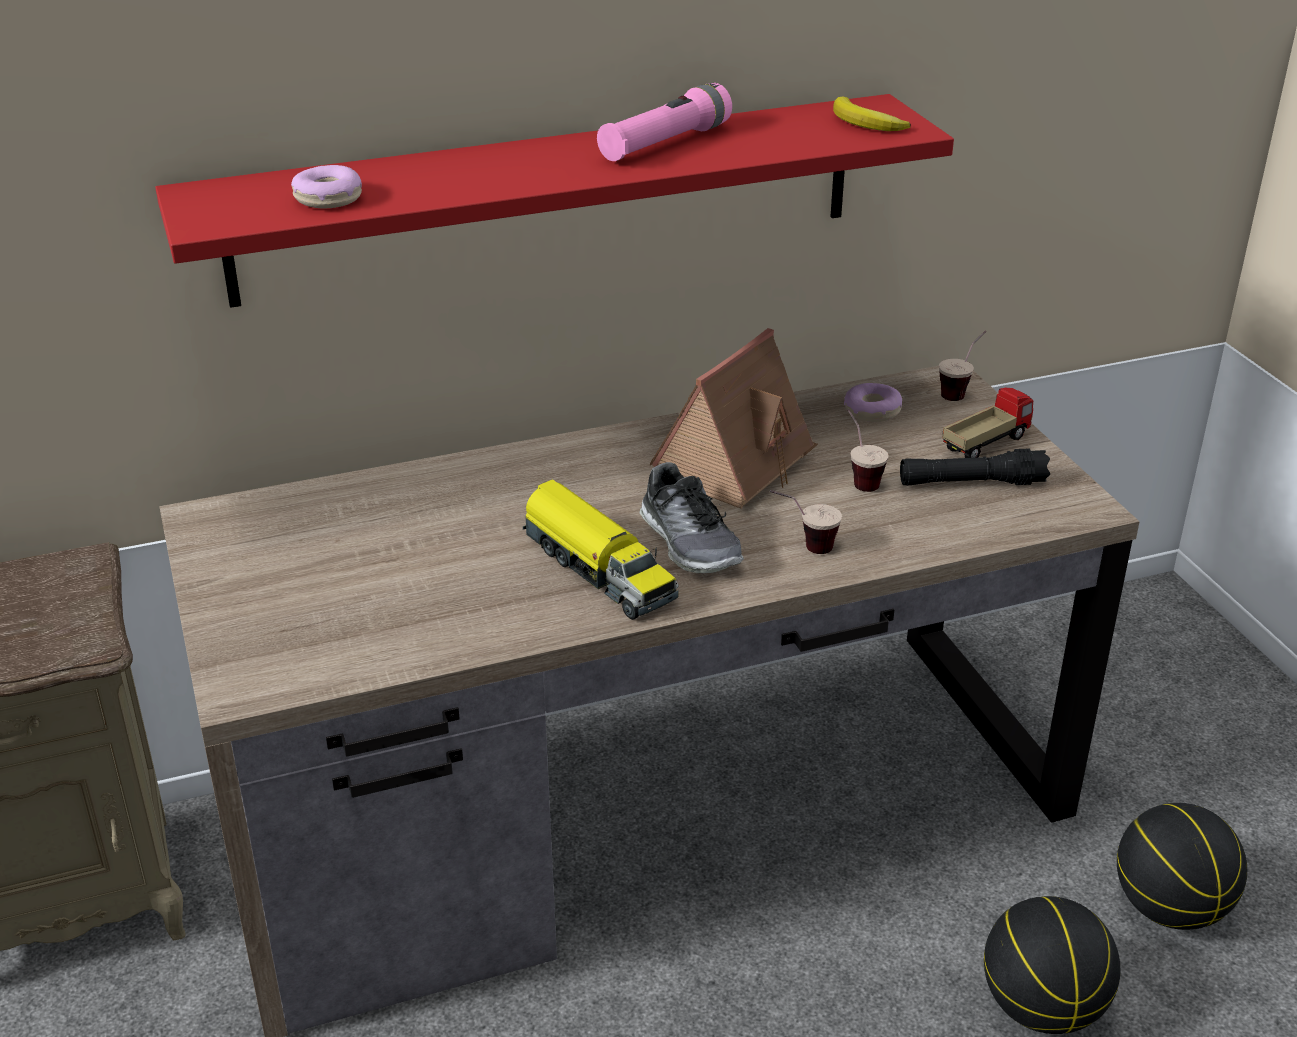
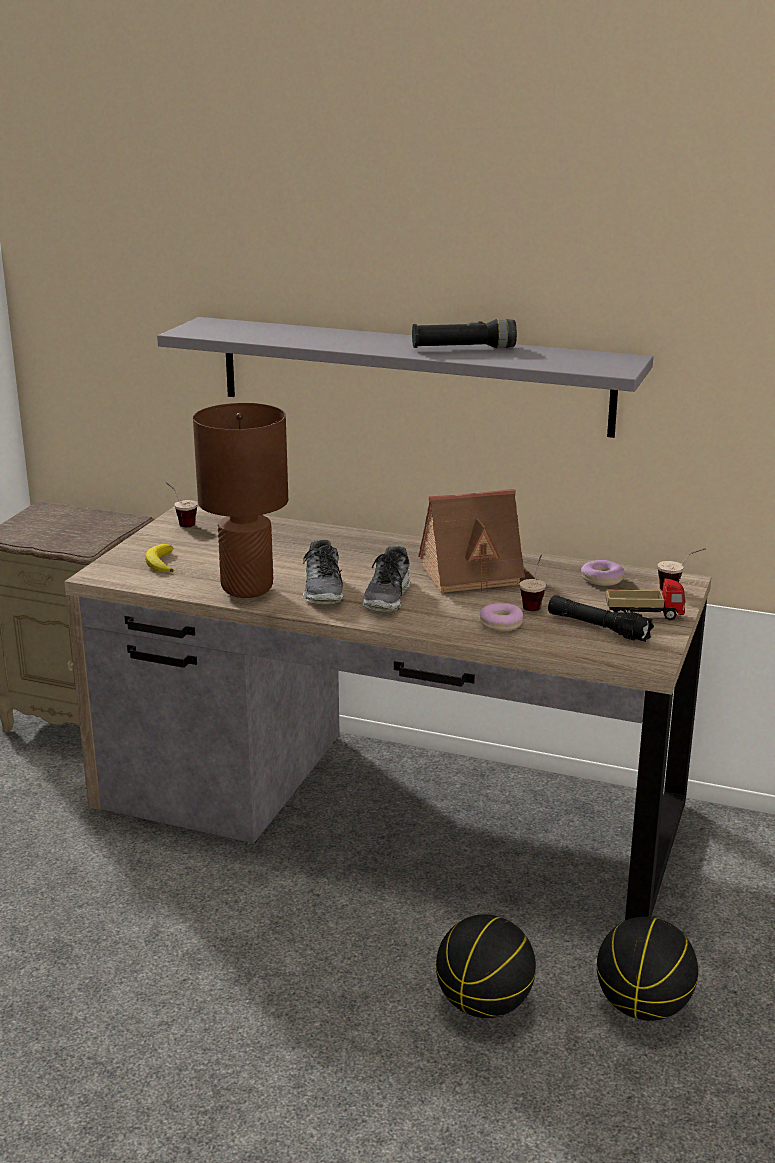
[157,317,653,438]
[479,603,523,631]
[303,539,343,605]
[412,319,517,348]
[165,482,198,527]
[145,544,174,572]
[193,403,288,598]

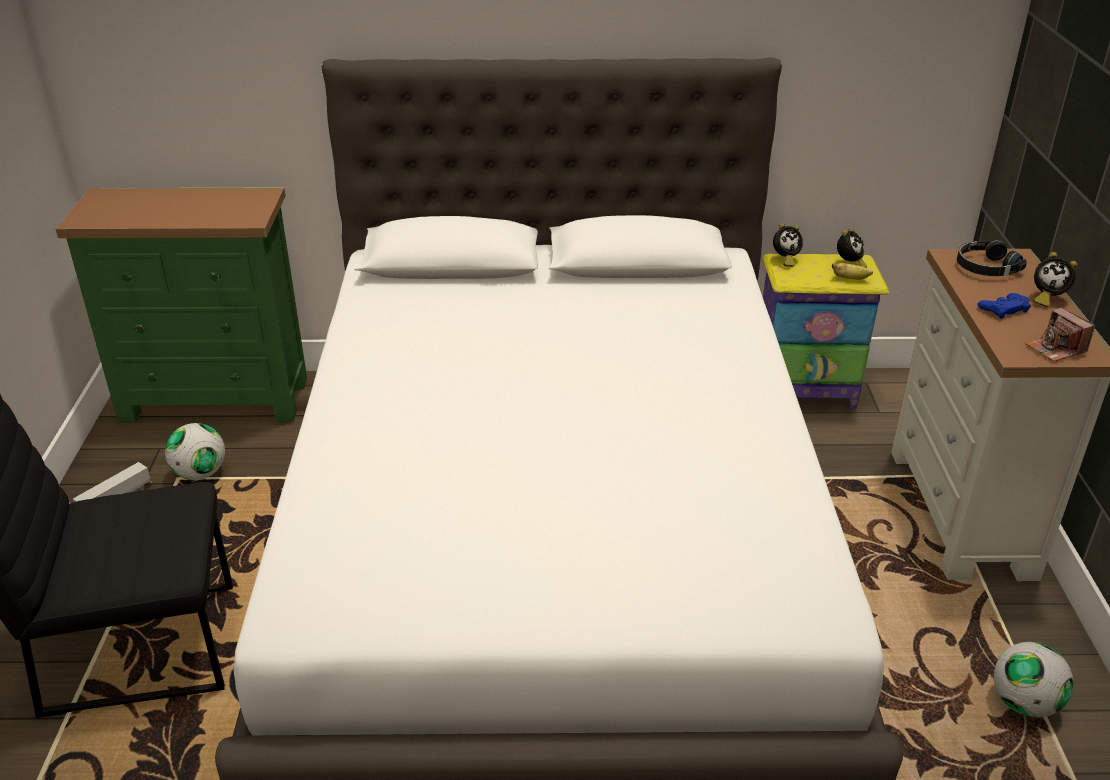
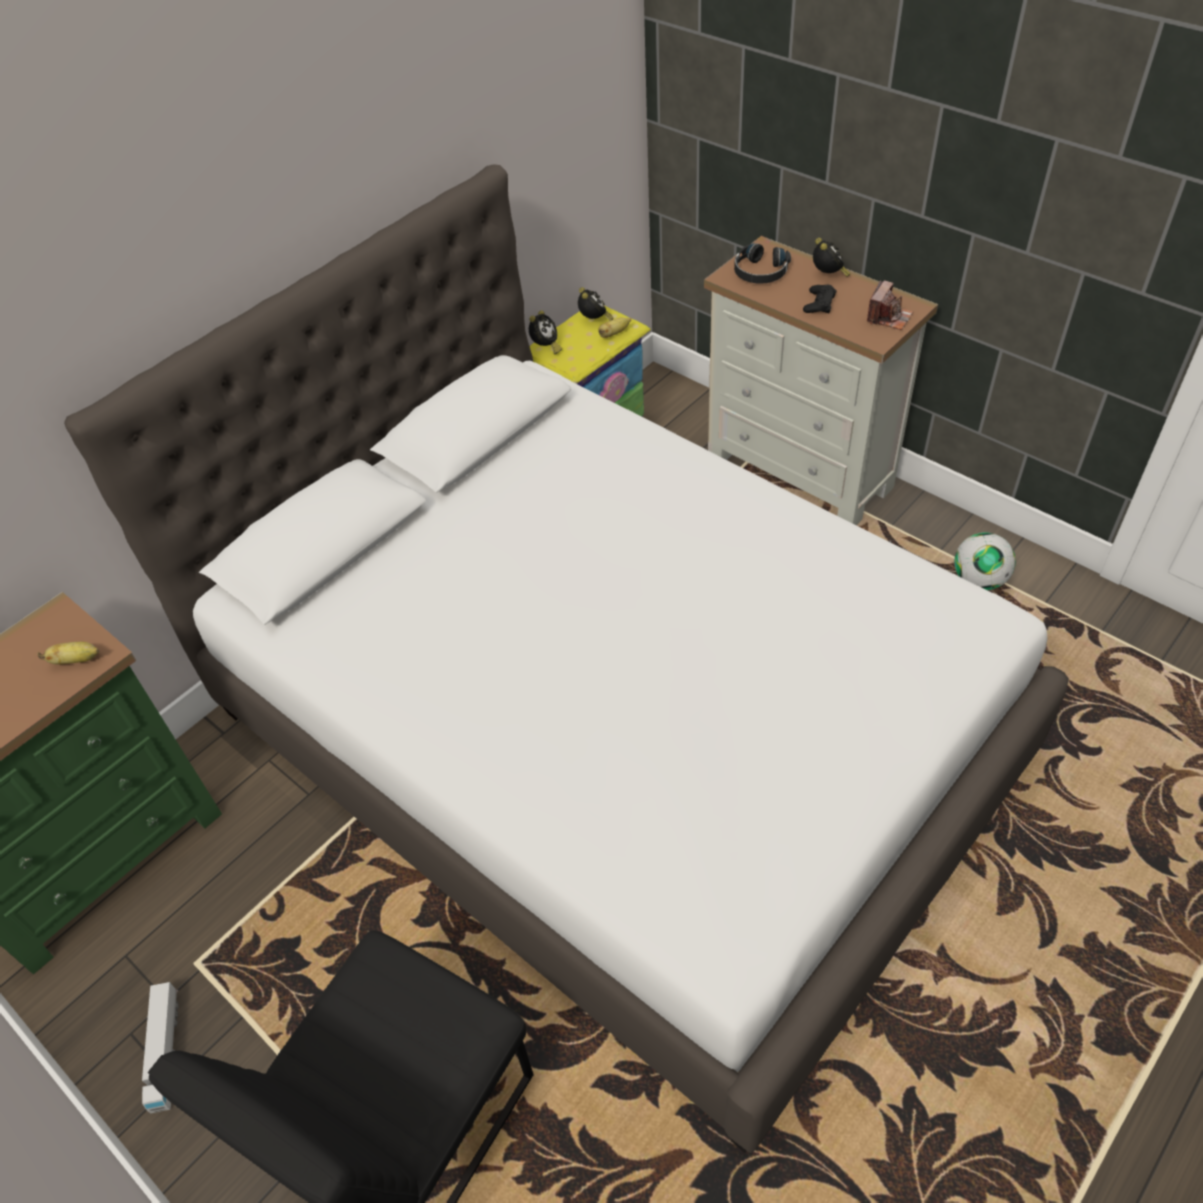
[165,423,225,480] (first image)
[803,285,836,314]
[867,280,913,330]
[813,238,850,277]
[37,642,99,665]

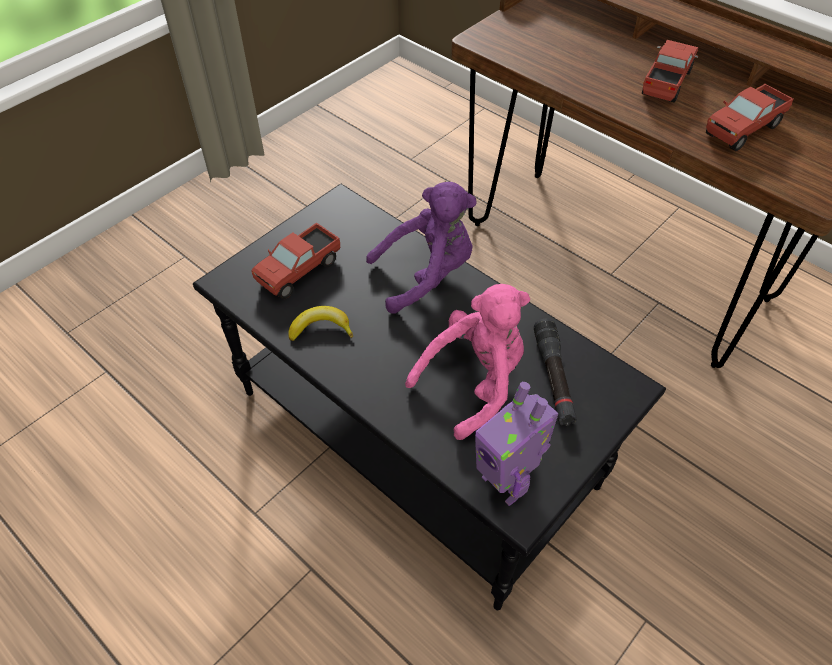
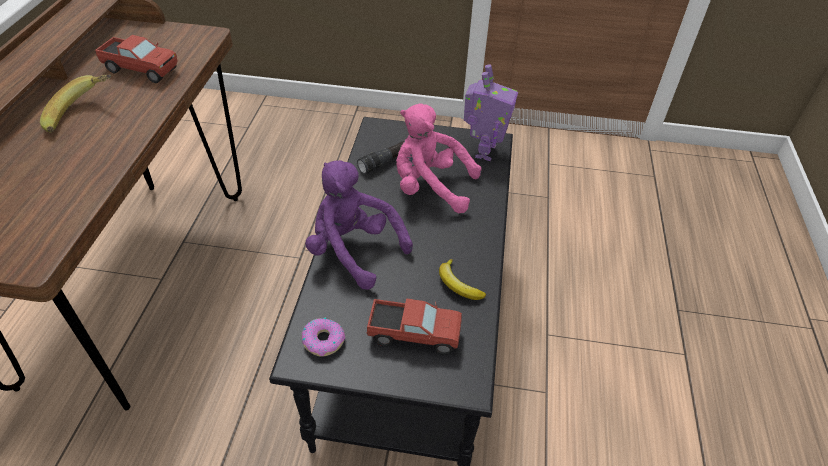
[40,74,111,133]
[302,317,345,357]

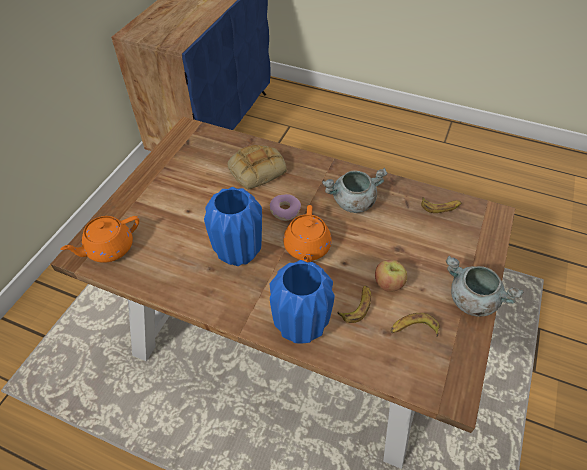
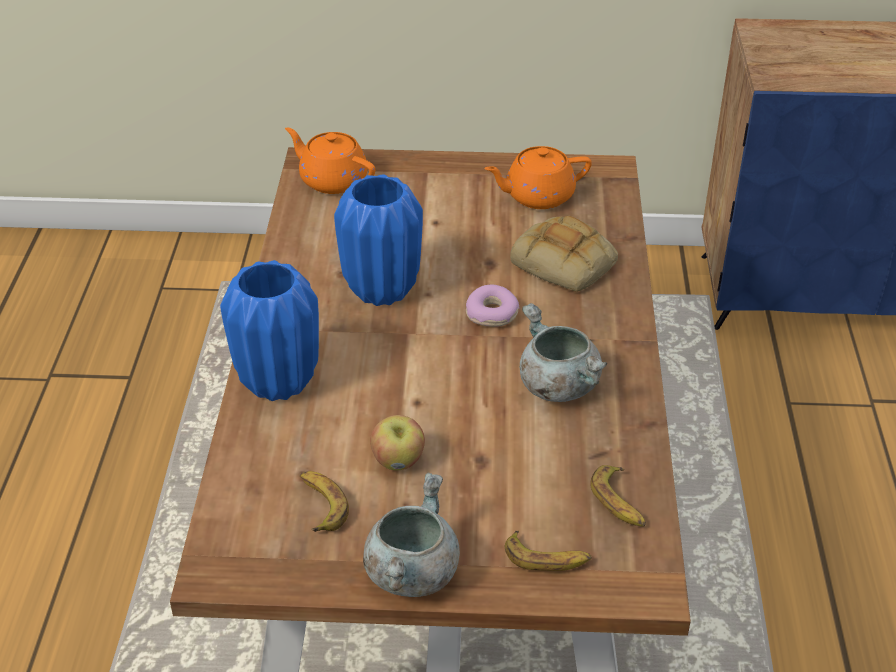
[484,146,592,209]
[505,530,592,571]

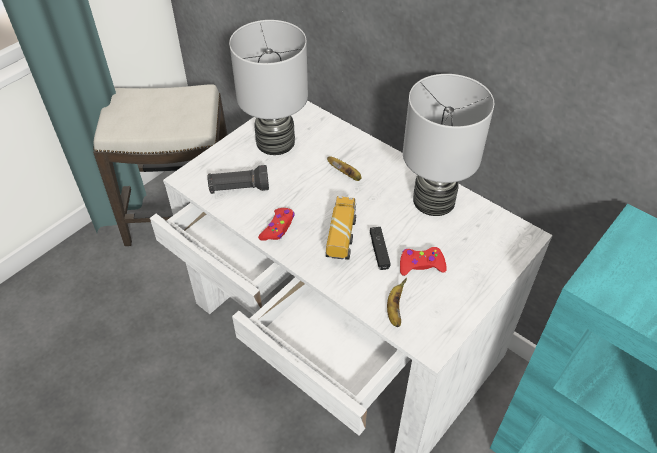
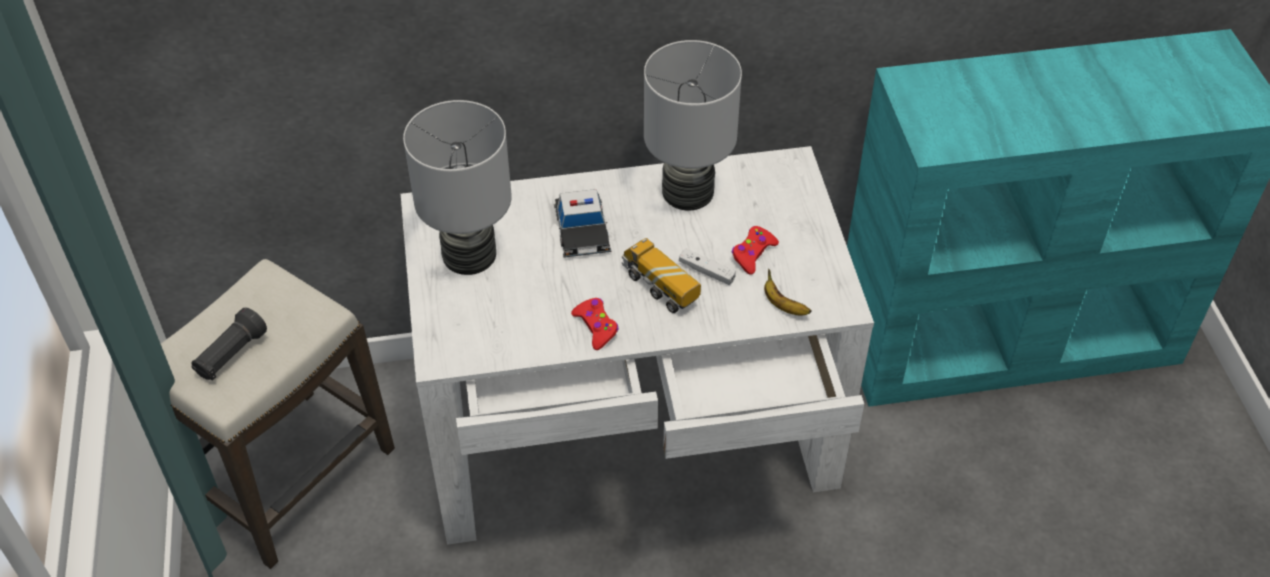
[191,308,267,380]
[554,189,611,258]
[679,249,736,285]

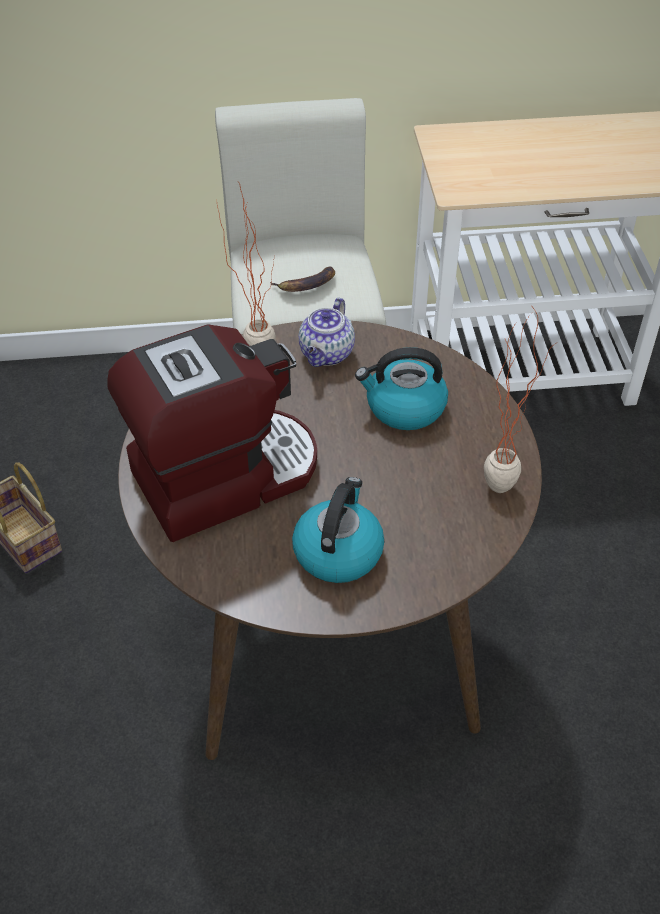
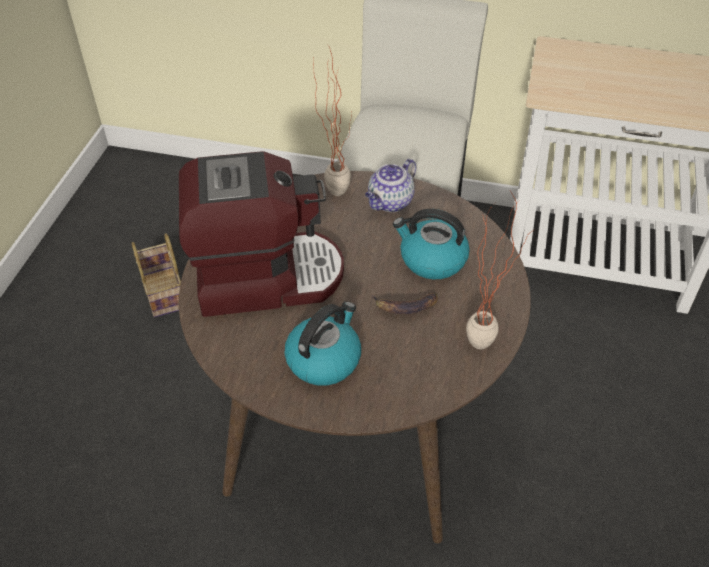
[372,292,438,314]

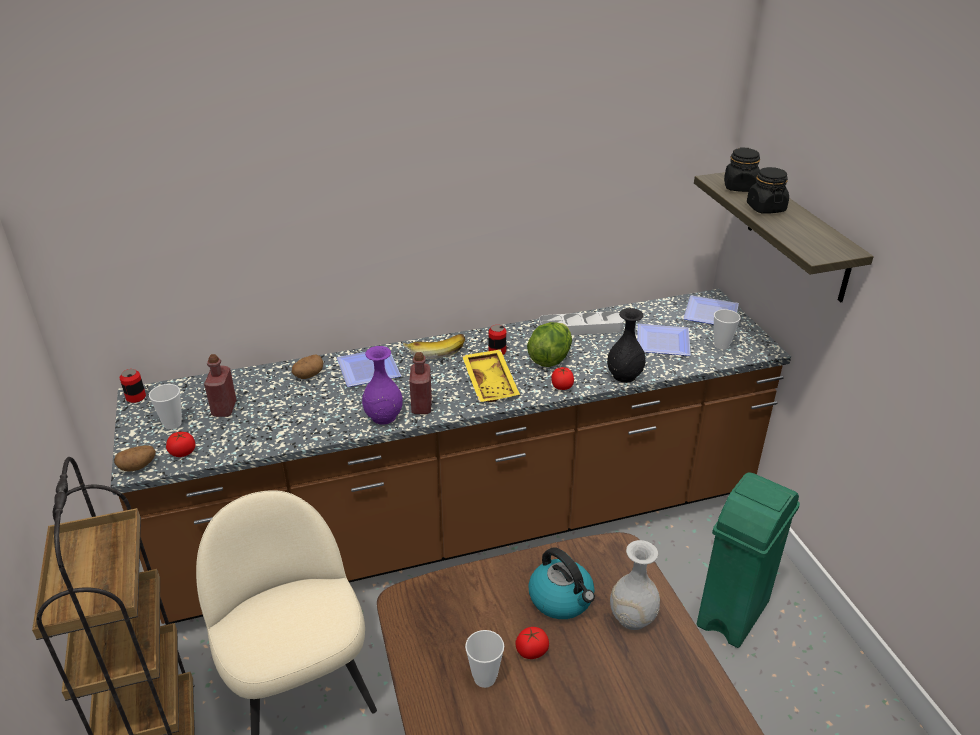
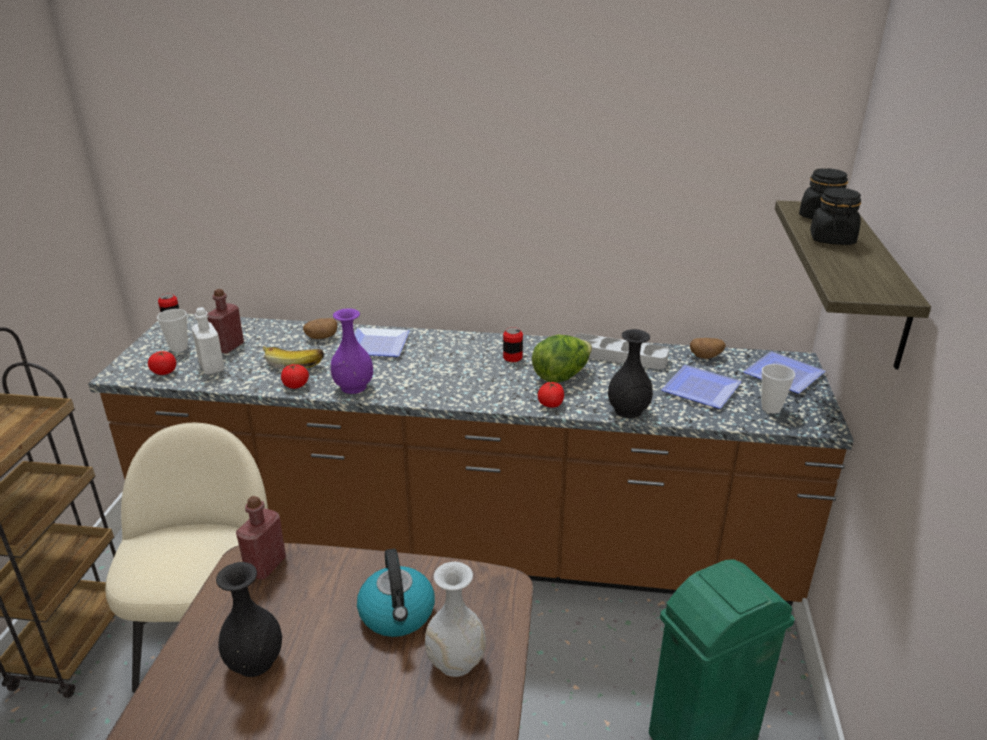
[690,338,726,359]
[262,345,324,369]
[236,496,286,579]
[462,349,520,402] (first image)
[216,562,282,677]
[281,364,309,389]
[192,307,225,375]

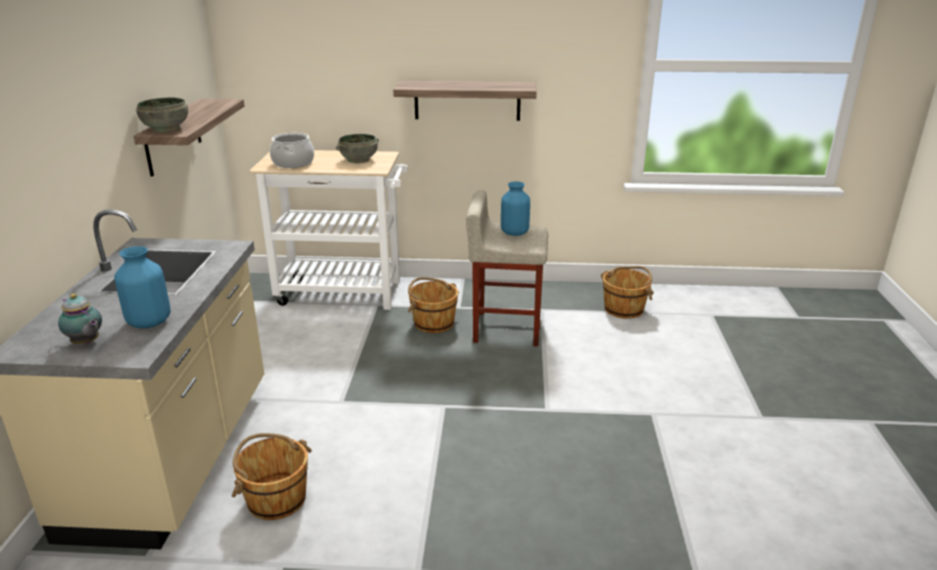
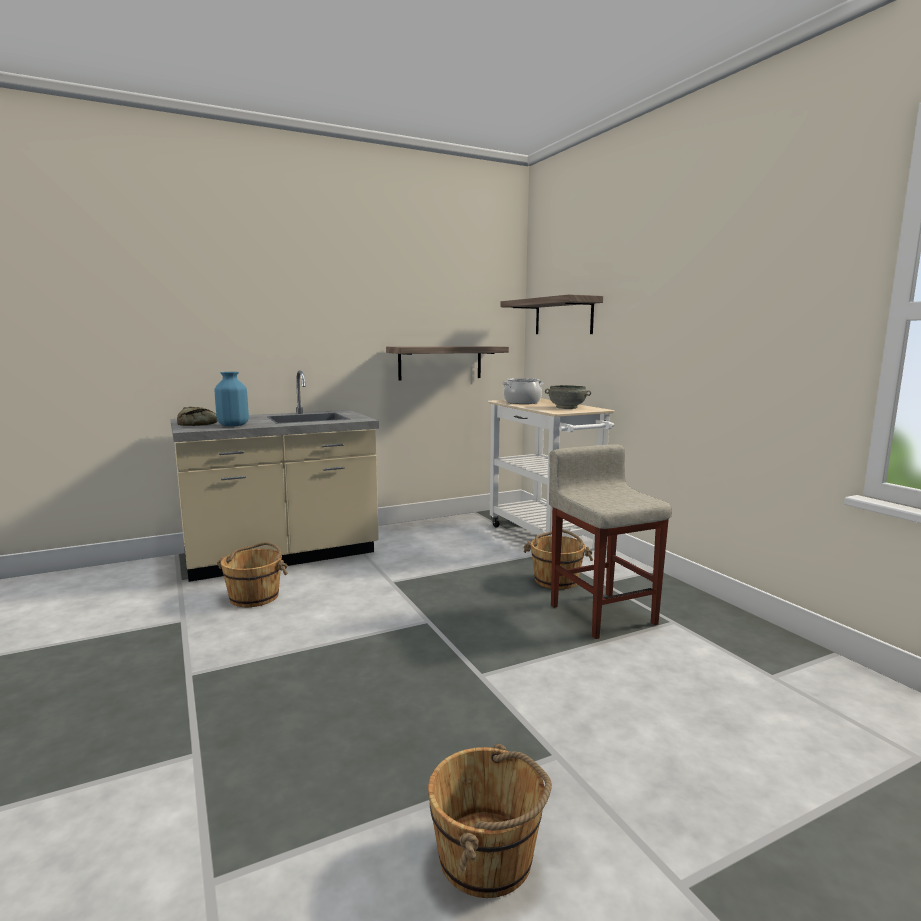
[177,407,218,426]
[136,98,188,133] (first image)
[500,294,603,334]
[501,182,530,236] (first image)
[428,744,552,898]

